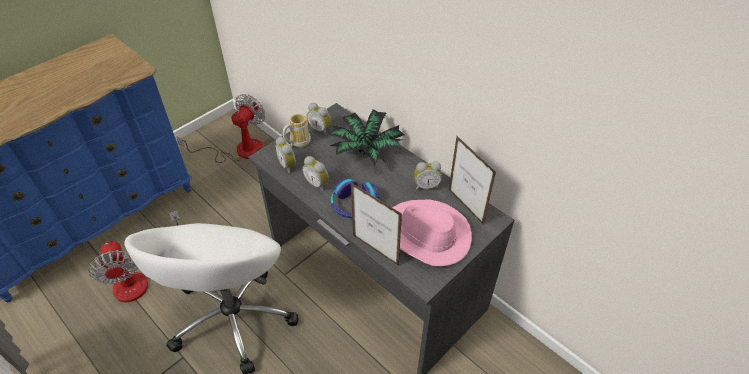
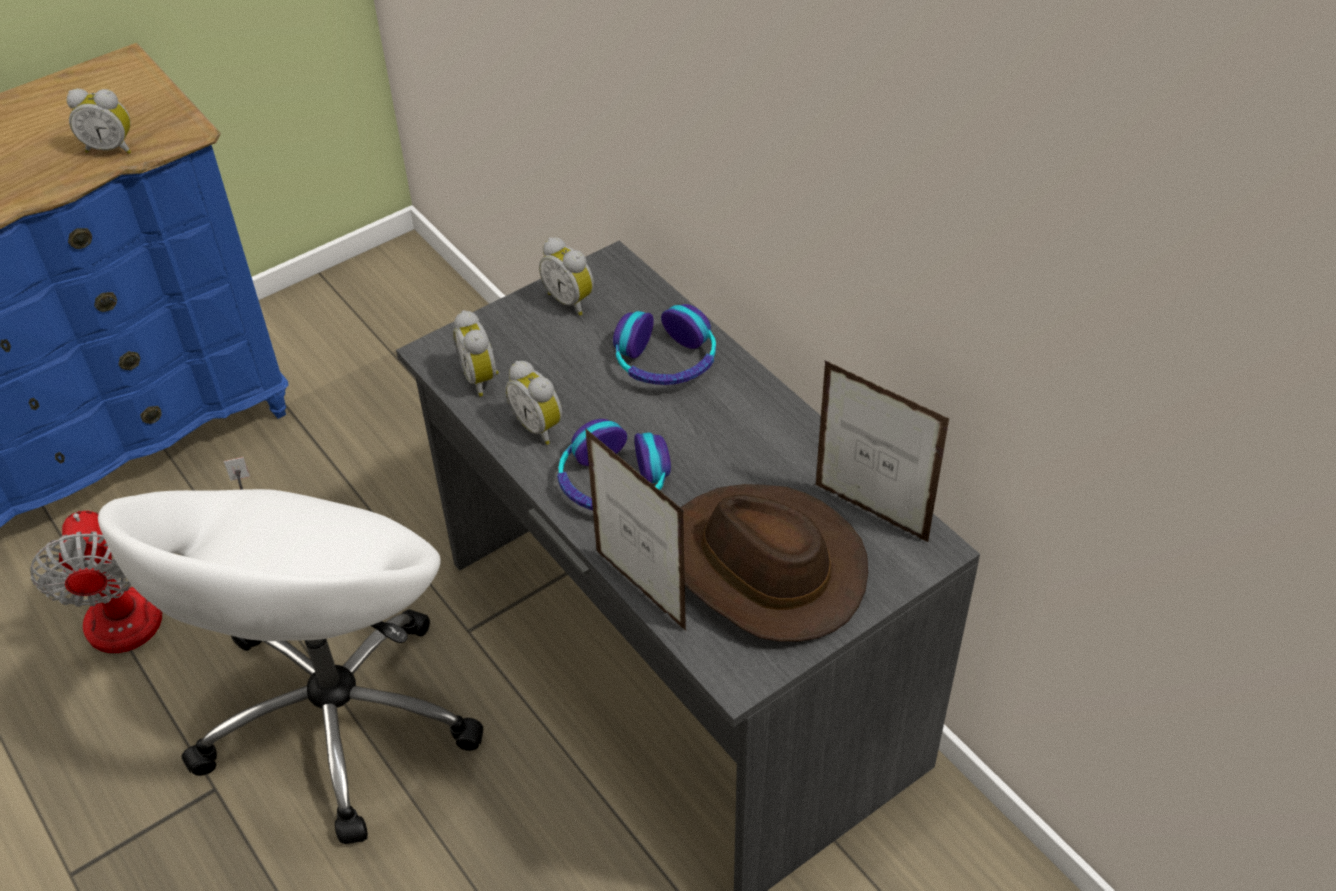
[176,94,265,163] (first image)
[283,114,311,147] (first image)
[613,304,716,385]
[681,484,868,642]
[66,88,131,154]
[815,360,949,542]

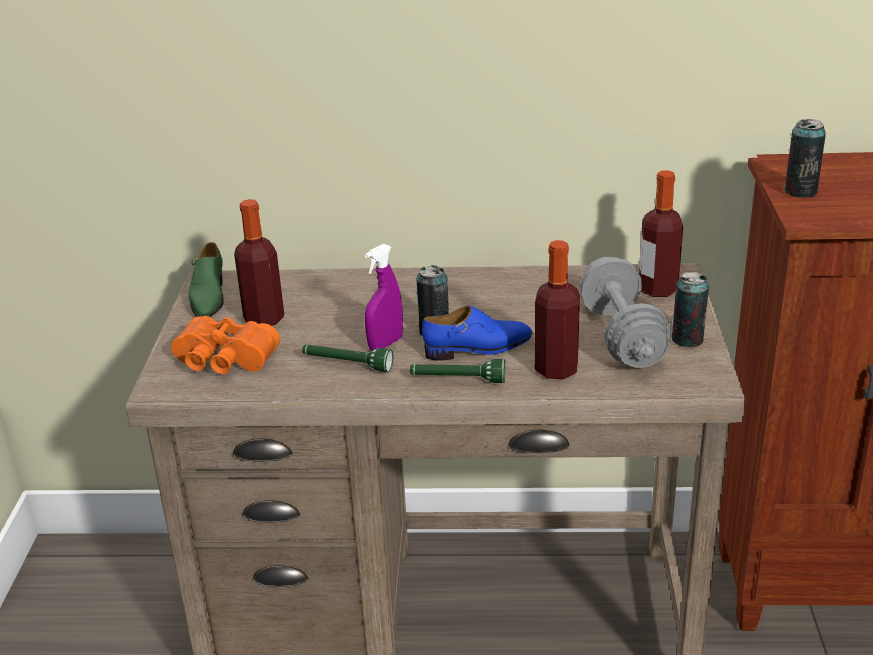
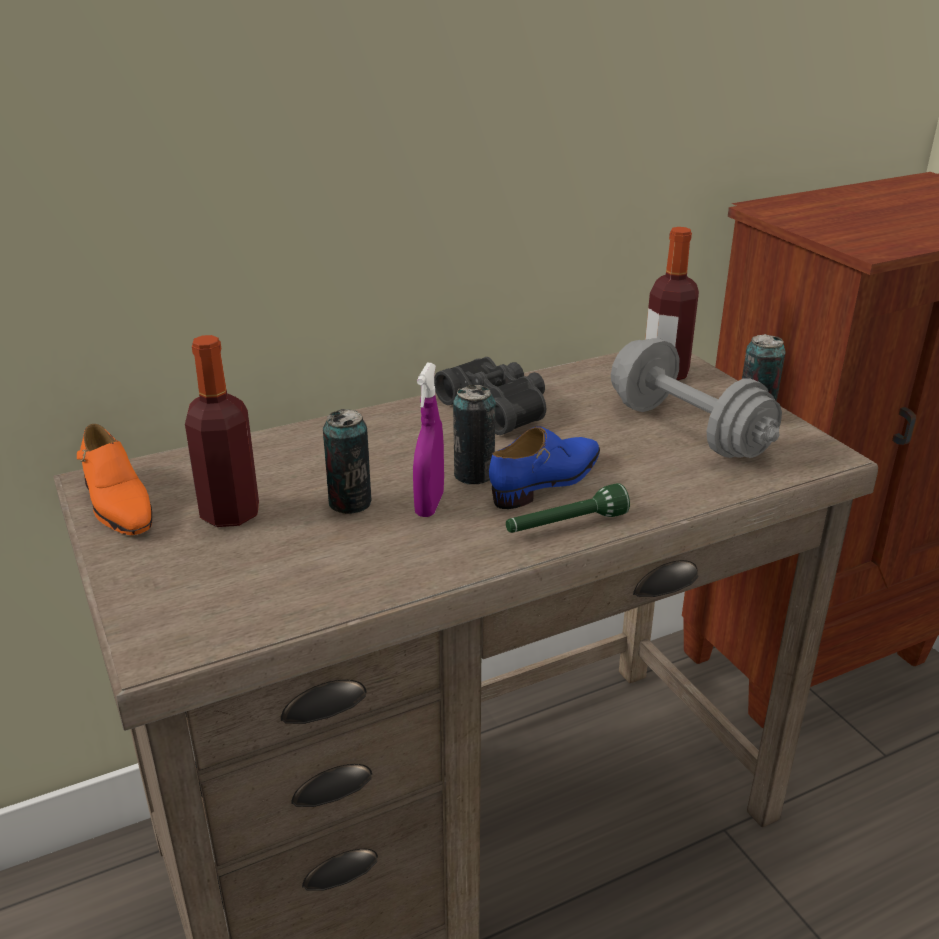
[171,316,280,374] (first image)
[77,424,152,535]
[302,344,393,372] (first image)
[535,240,580,379] (first image)
[323,409,371,514]
[434,357,546,435]

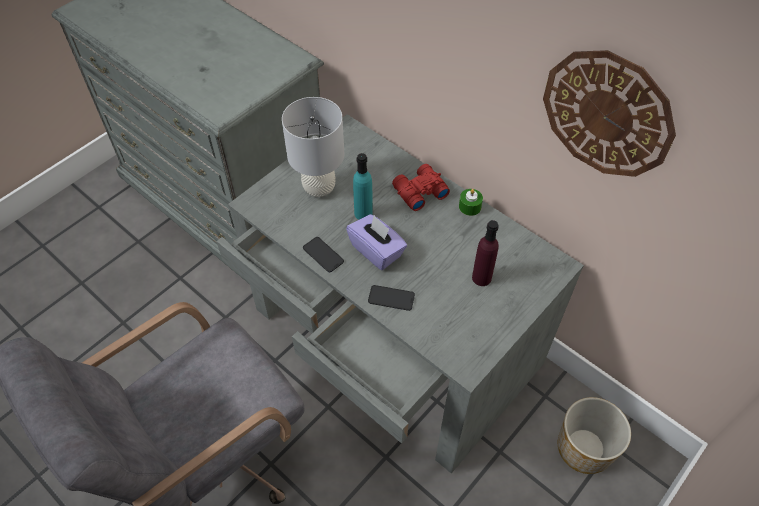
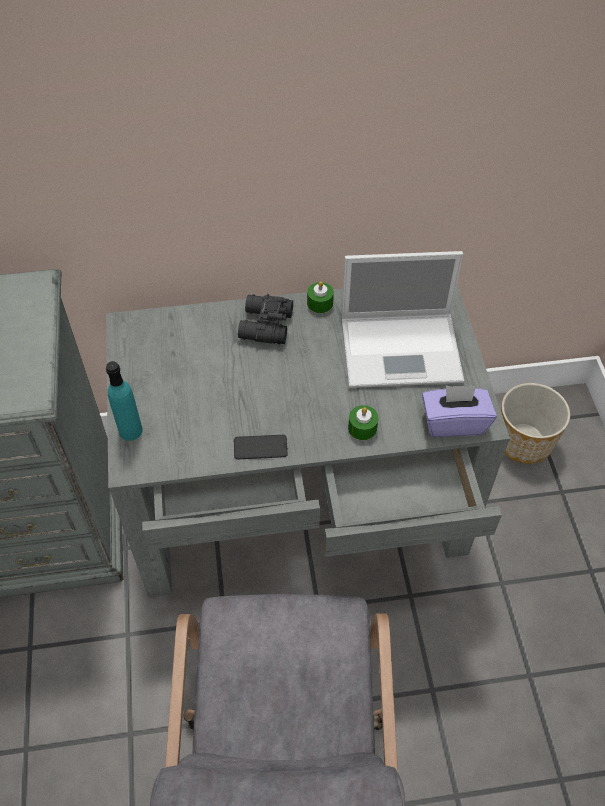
[282,97,344,197] (first image)
[422,386,497,437]
[106,361,143,441]
[348,405,378,440]
[238,294,293,344]
[342,251,464,388]
[543,50,676,177] (first image)

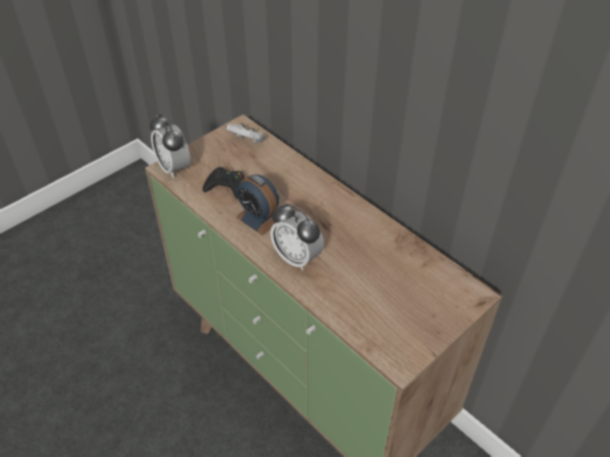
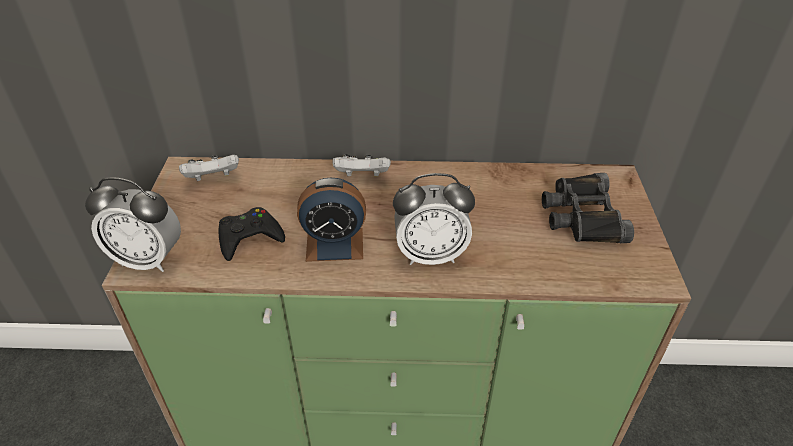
[332,154,391,177]
[542,173,634,243]

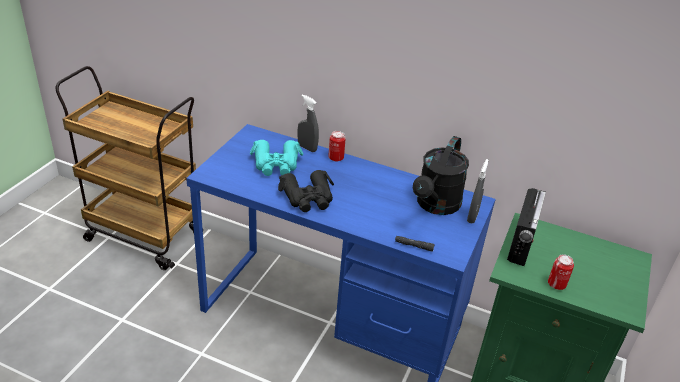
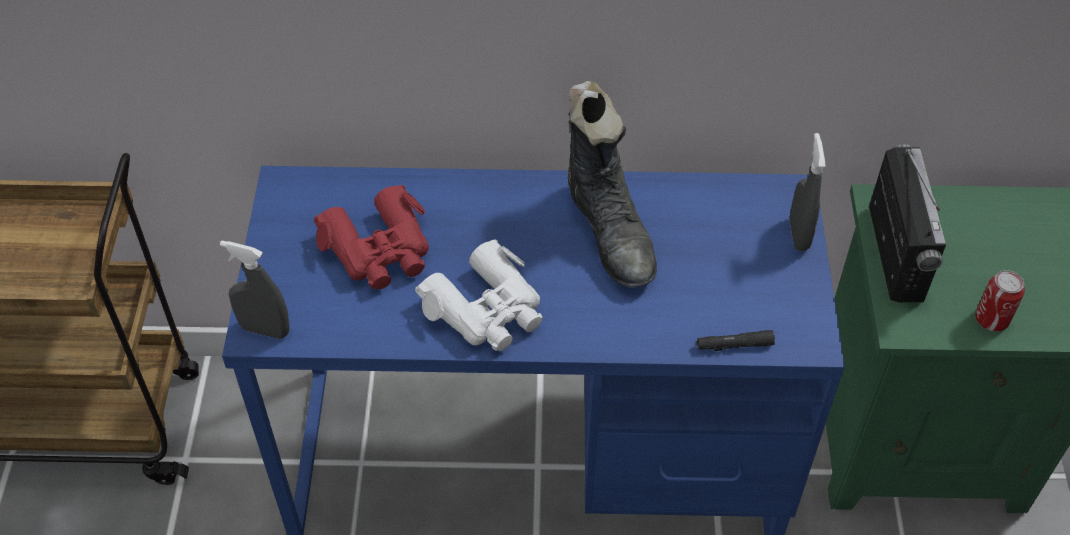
[314,185,429,290]
[415,239,543,351]
[220,241,290,339]
[328,131,346,162] (first image)
[413,136,469,215] (first image)
[567,81,657,288]

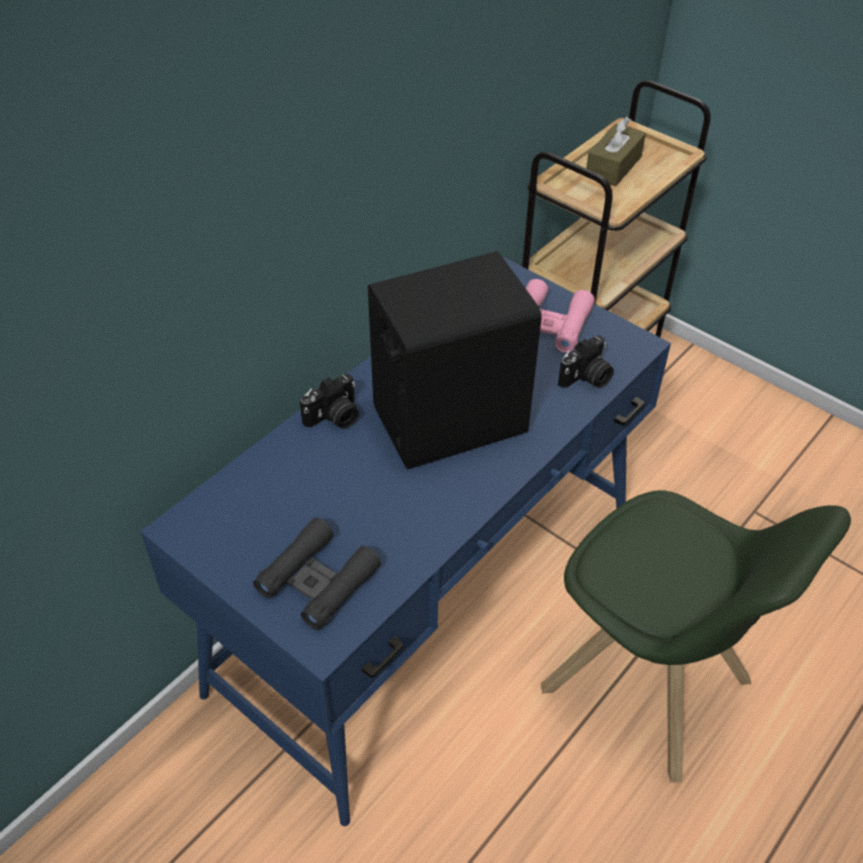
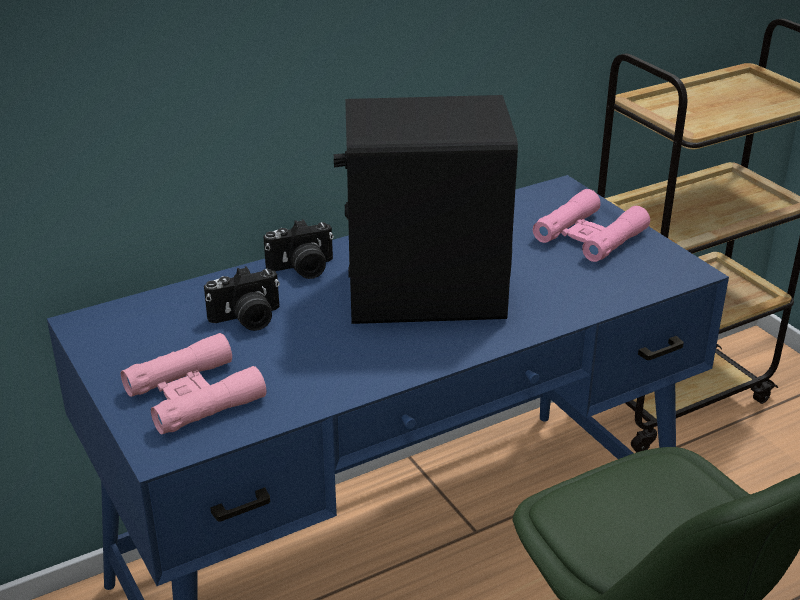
[121,333,266,434]
[204,266,280,331]
[586,117,646,186] (first image)

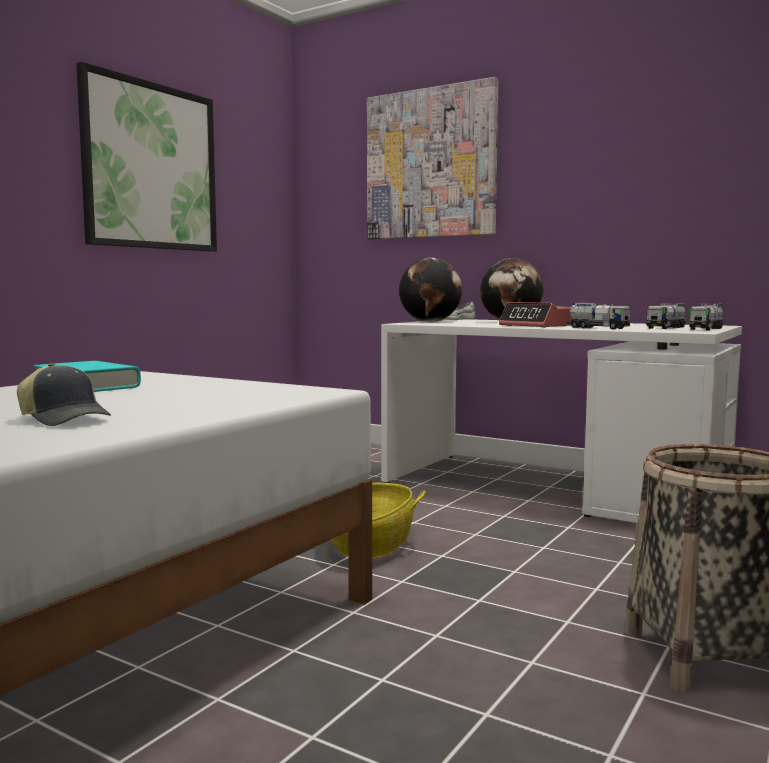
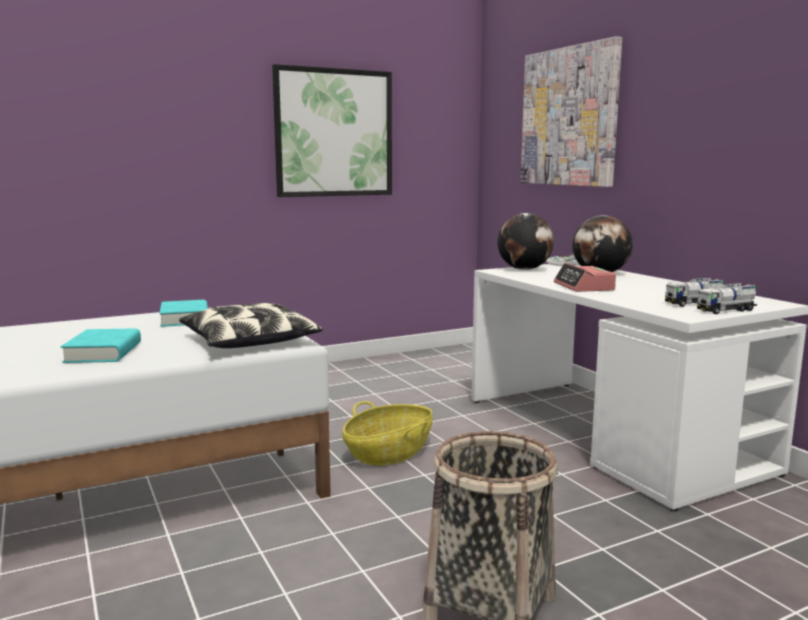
[61,328,141,363]
[567,303,631,330] (first image)
[179,303,322,348]

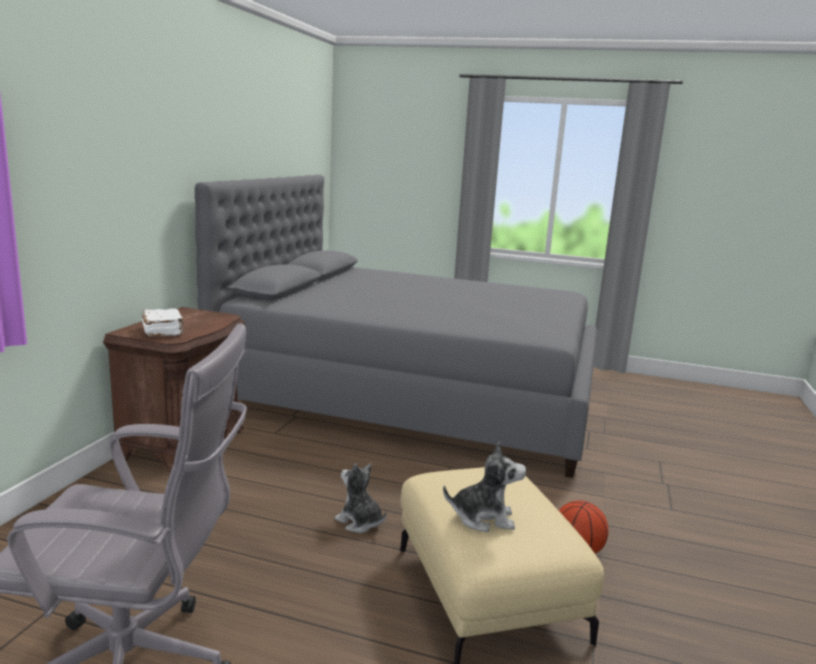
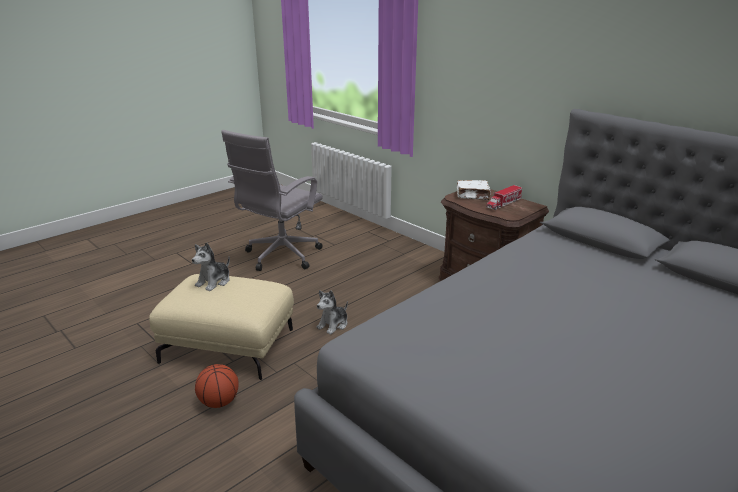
[317,290,348,335]
[486,185,522,210]

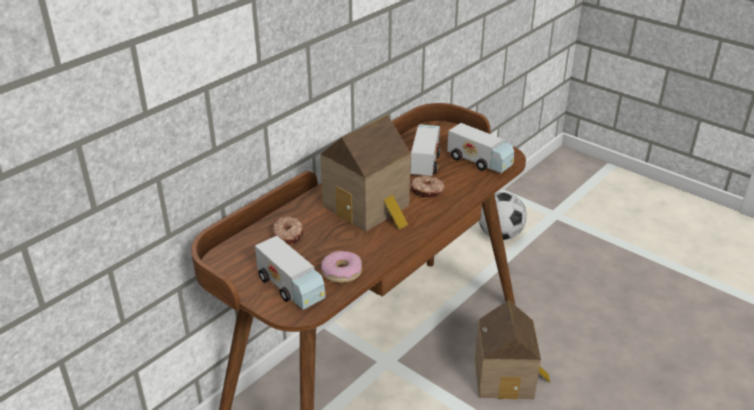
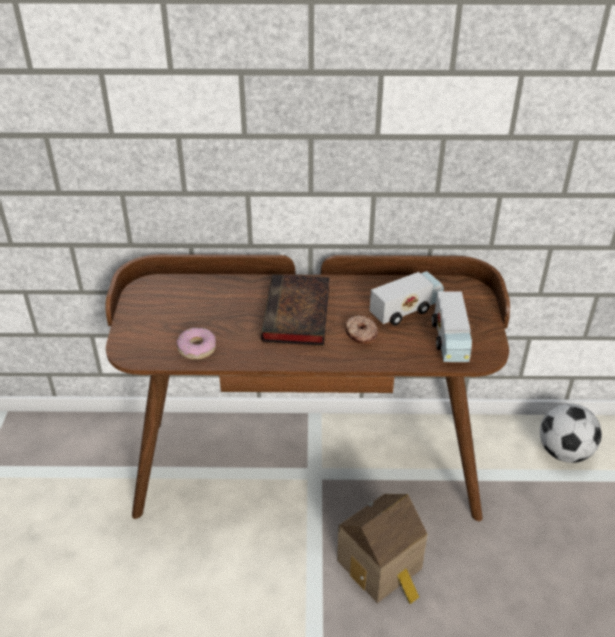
[255,236,325,310] (first image)
[272,216,303,244] (first image)
[261,274,329,346]

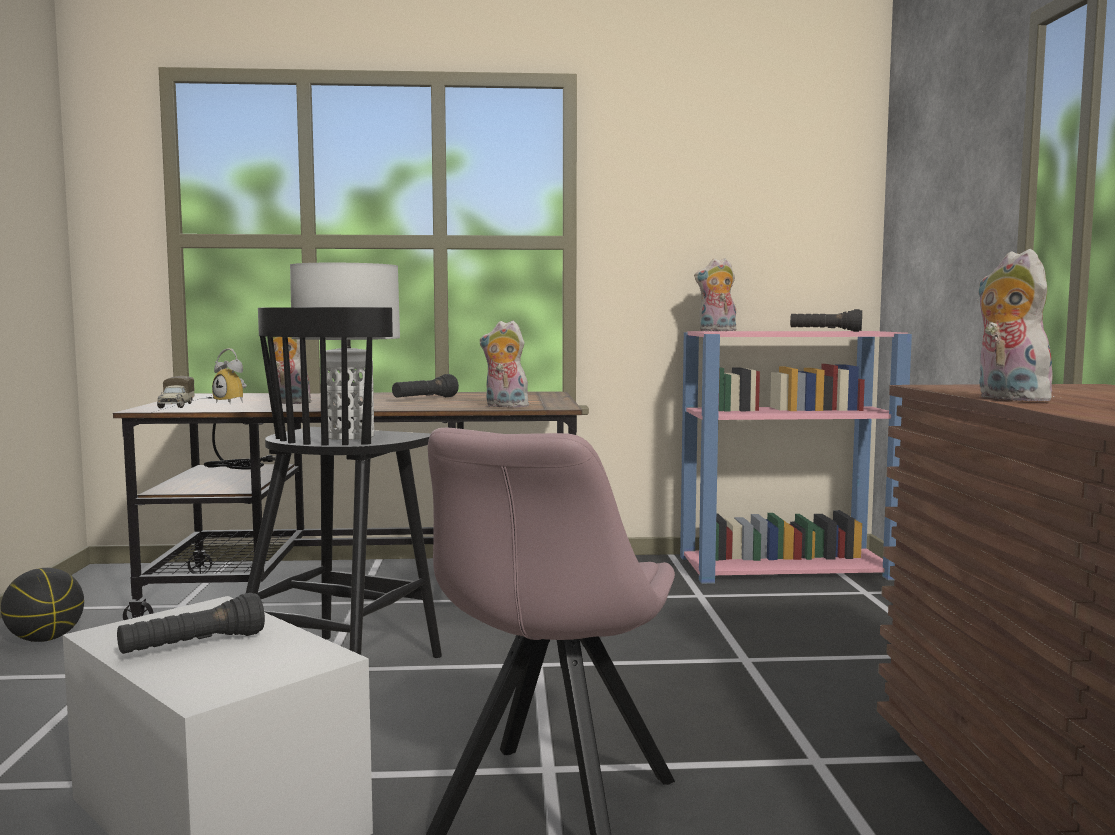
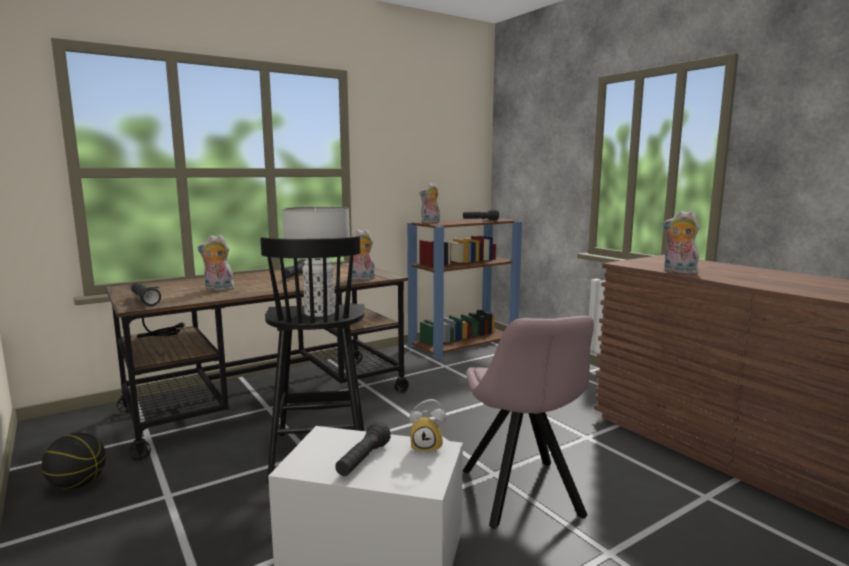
[131,283,161,306]
[409,399,446,453]
[407,218,522,359]

